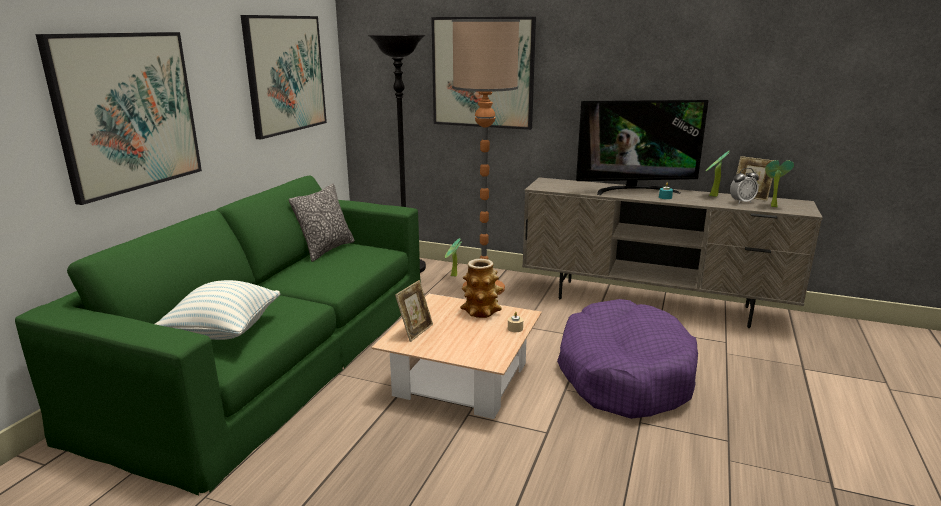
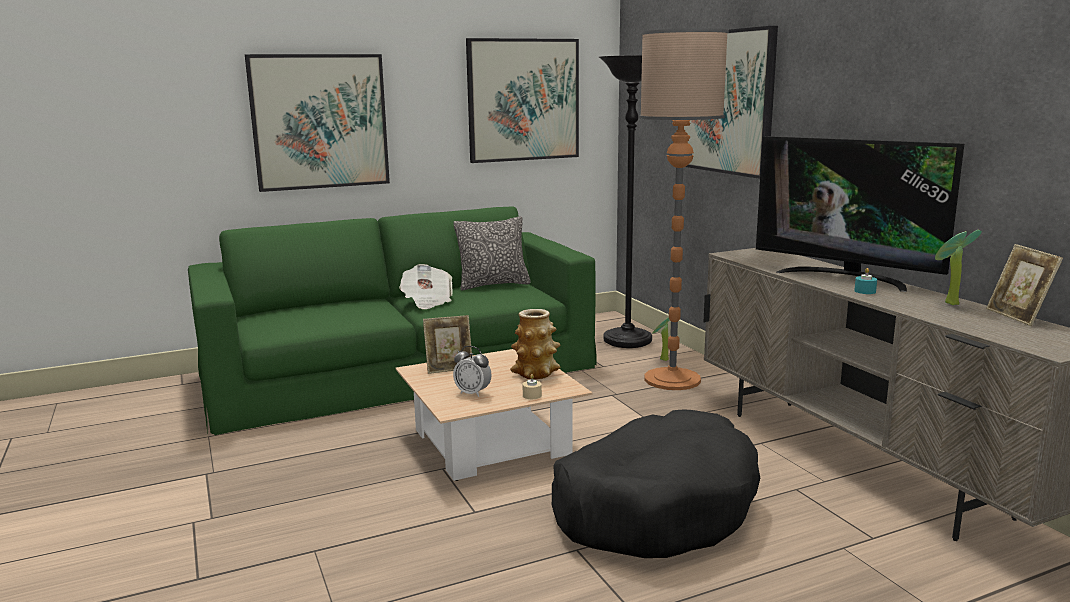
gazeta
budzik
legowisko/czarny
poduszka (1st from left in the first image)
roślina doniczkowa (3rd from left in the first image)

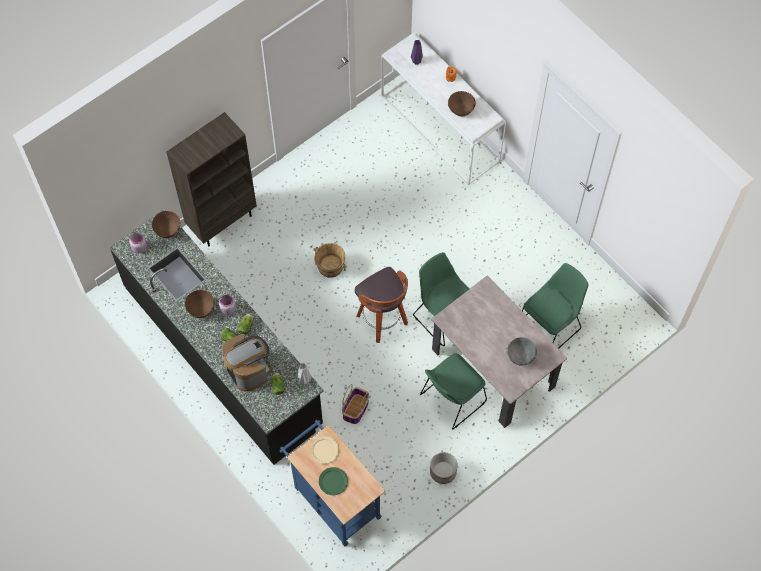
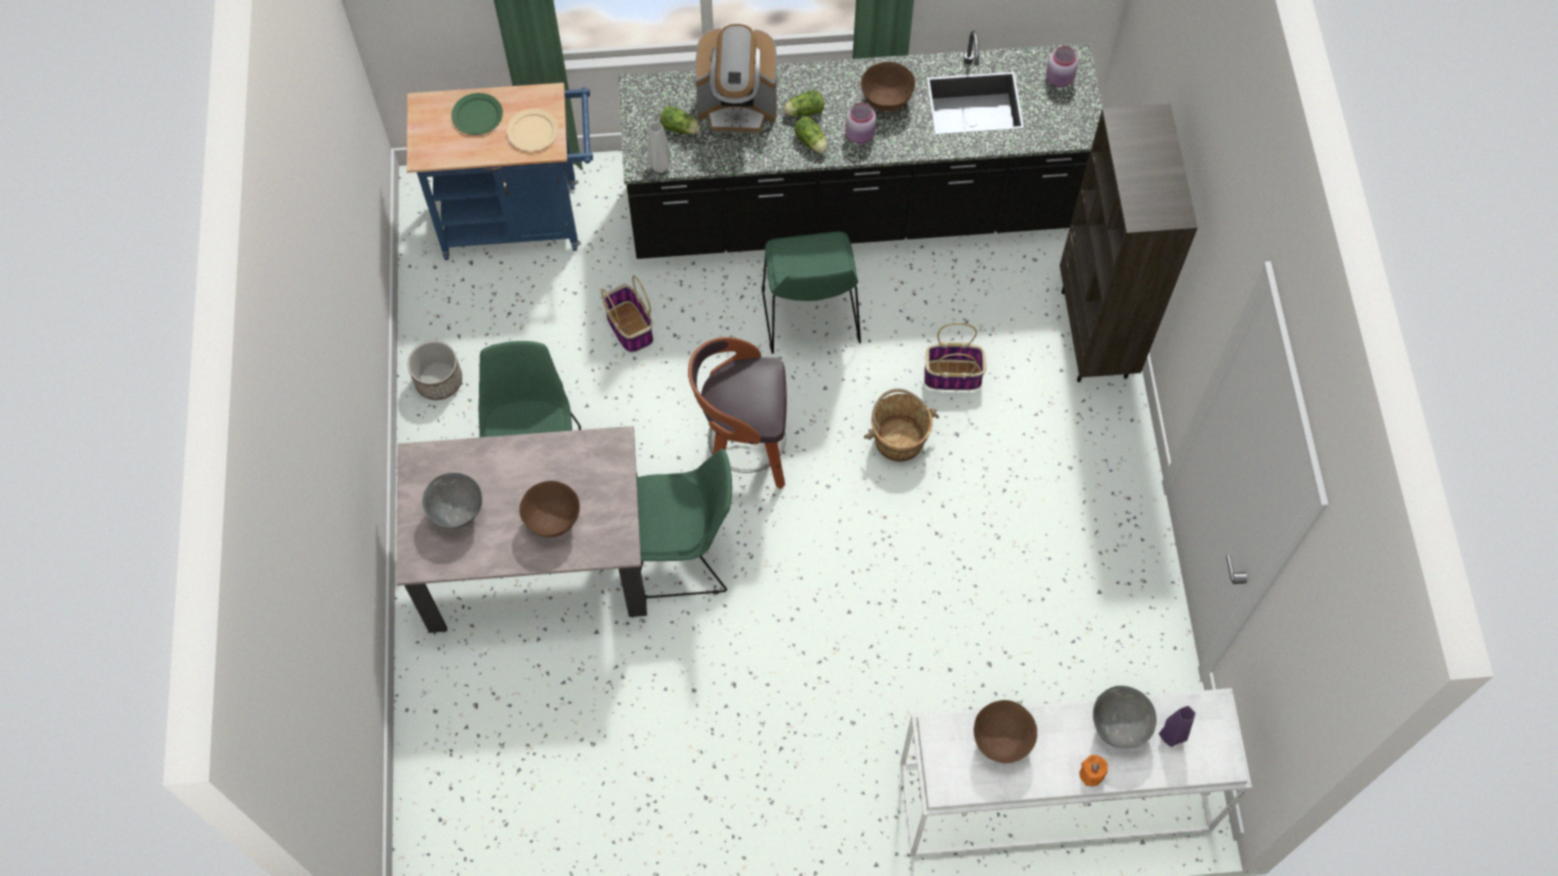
miska/brązowy (1st from left)
krzesło/zielony (3rd from left)
koszyk (2nd from left)
miska/szary (2nd from left)

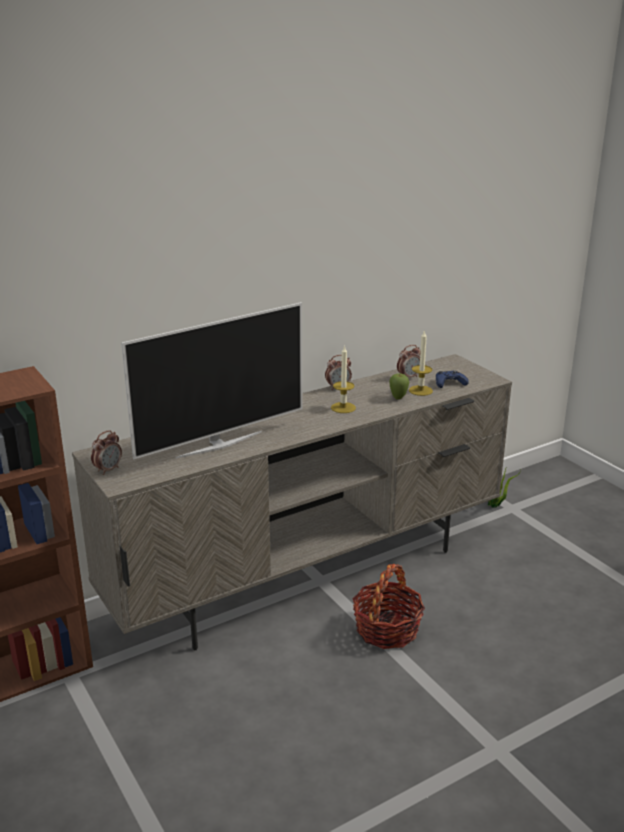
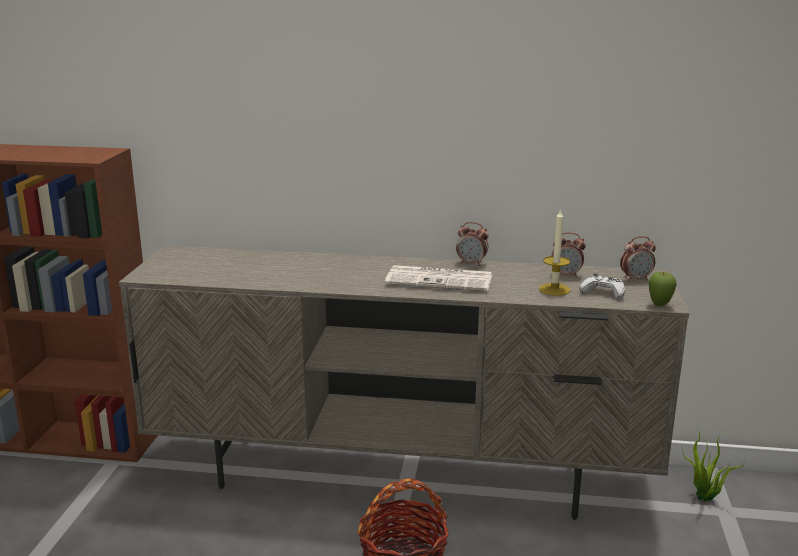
gazeta
pad do gier/biały
budzik (3rd from left)
jabłko
telewizor

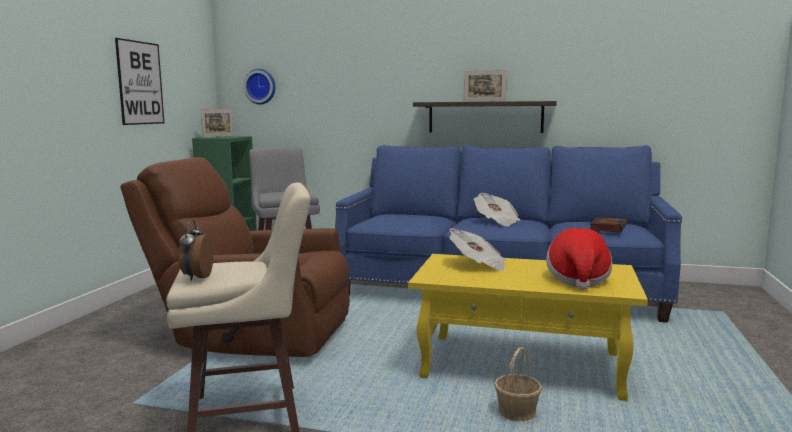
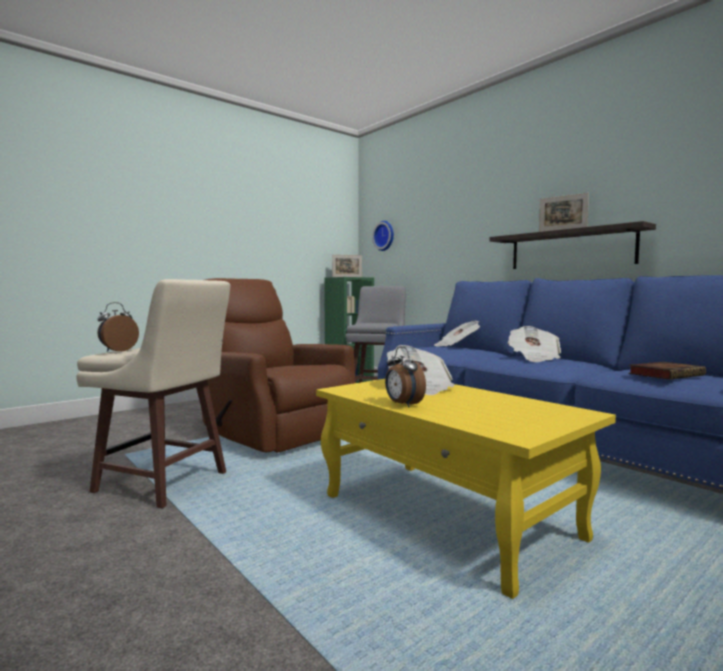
budzik (2nd from left)
gazeta (2nd from left)
obraz
koszyk
kapelusz

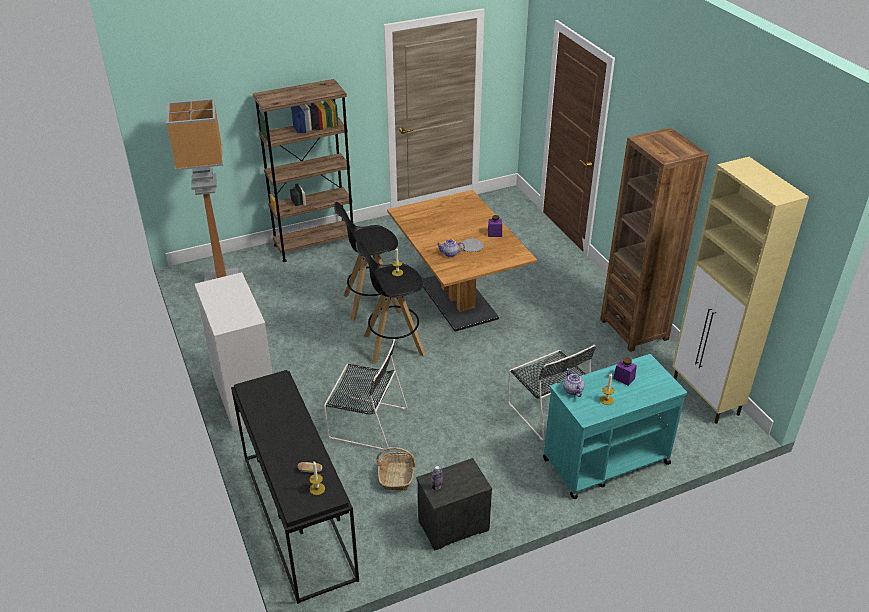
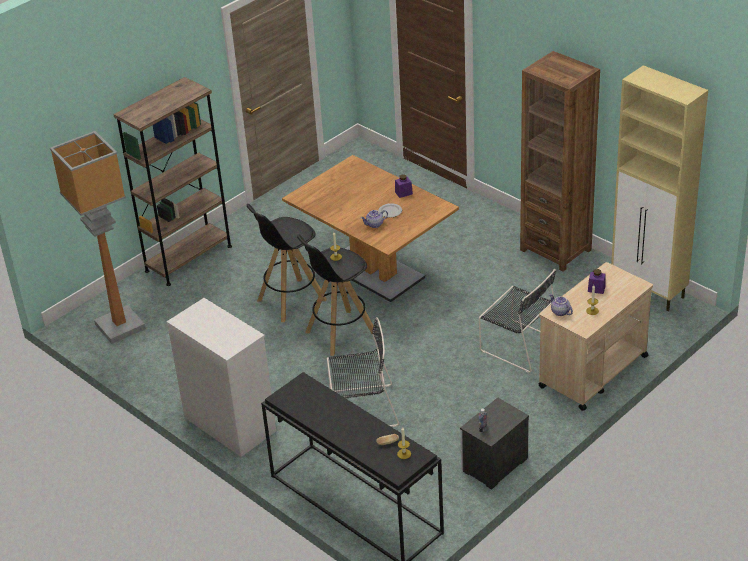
wózek/beżowy
koszyk

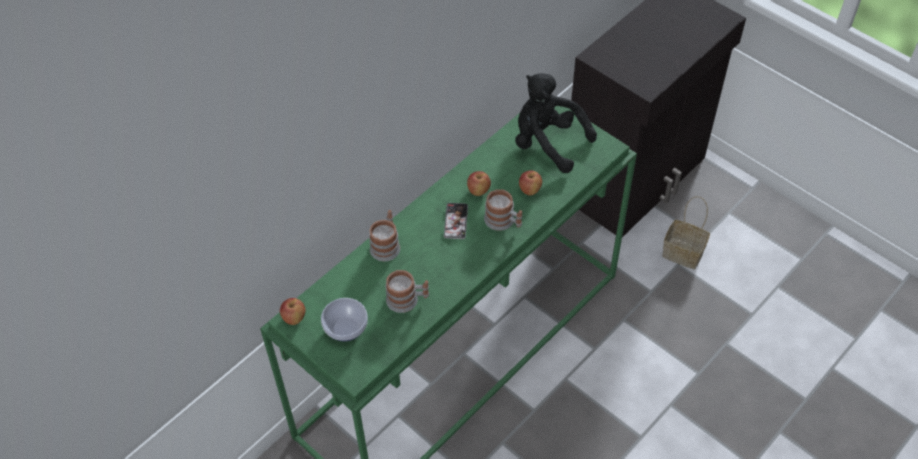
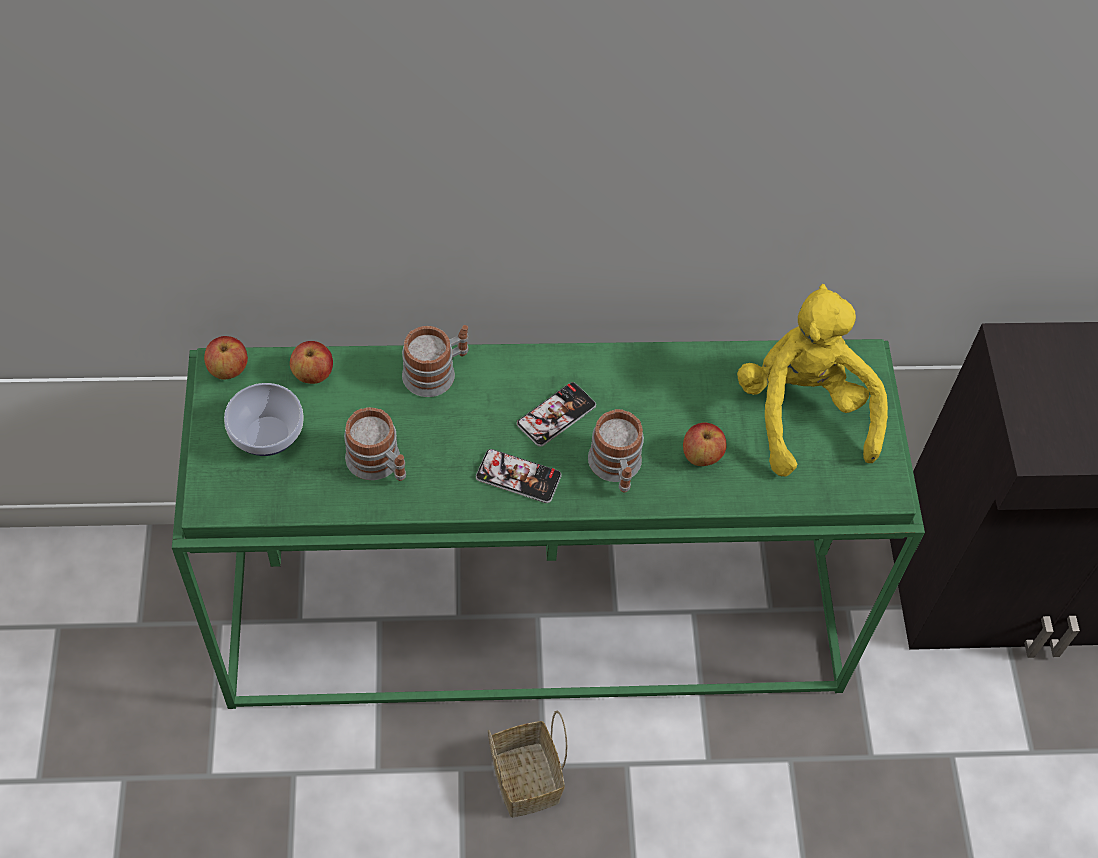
jabłko (2nd from left)
telefon (1st from left)
koszyk
pluszak/żółty

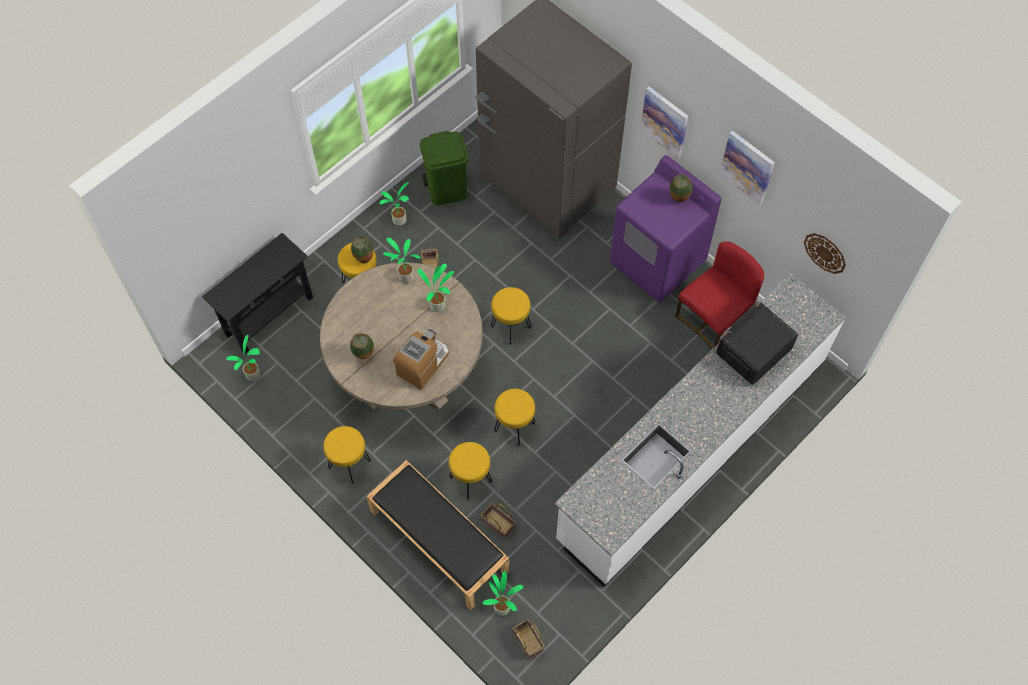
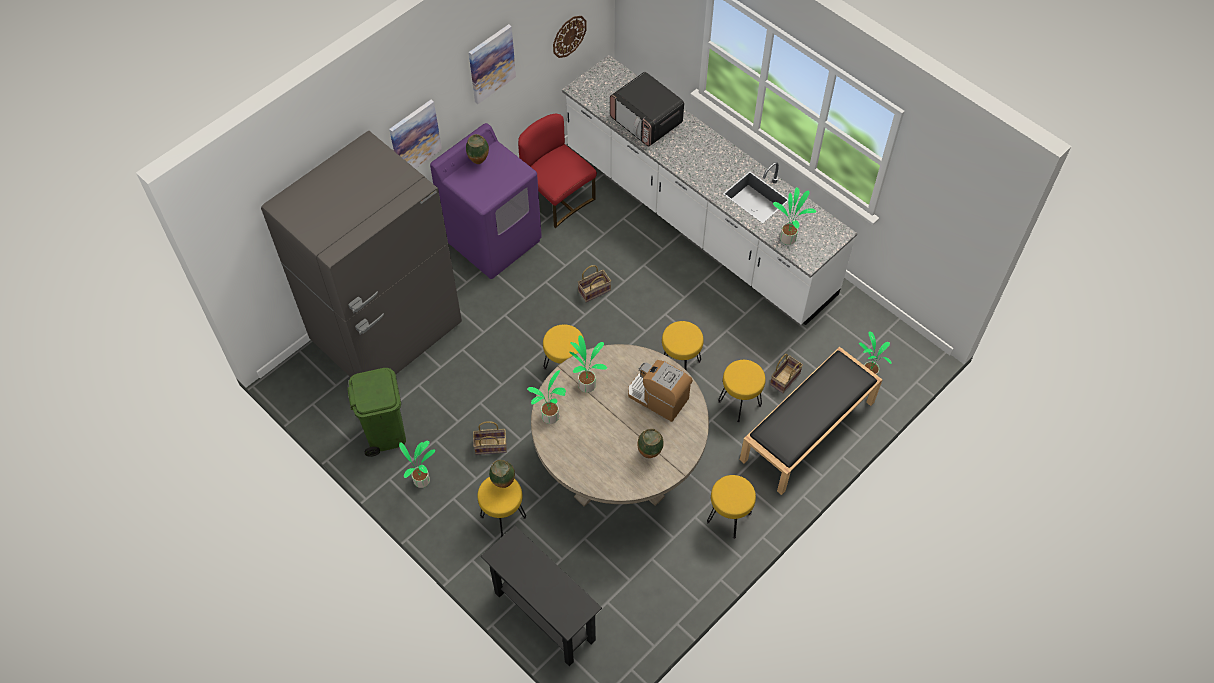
koszyk (2nd from left)
roślina doniczkowa (4th from left)

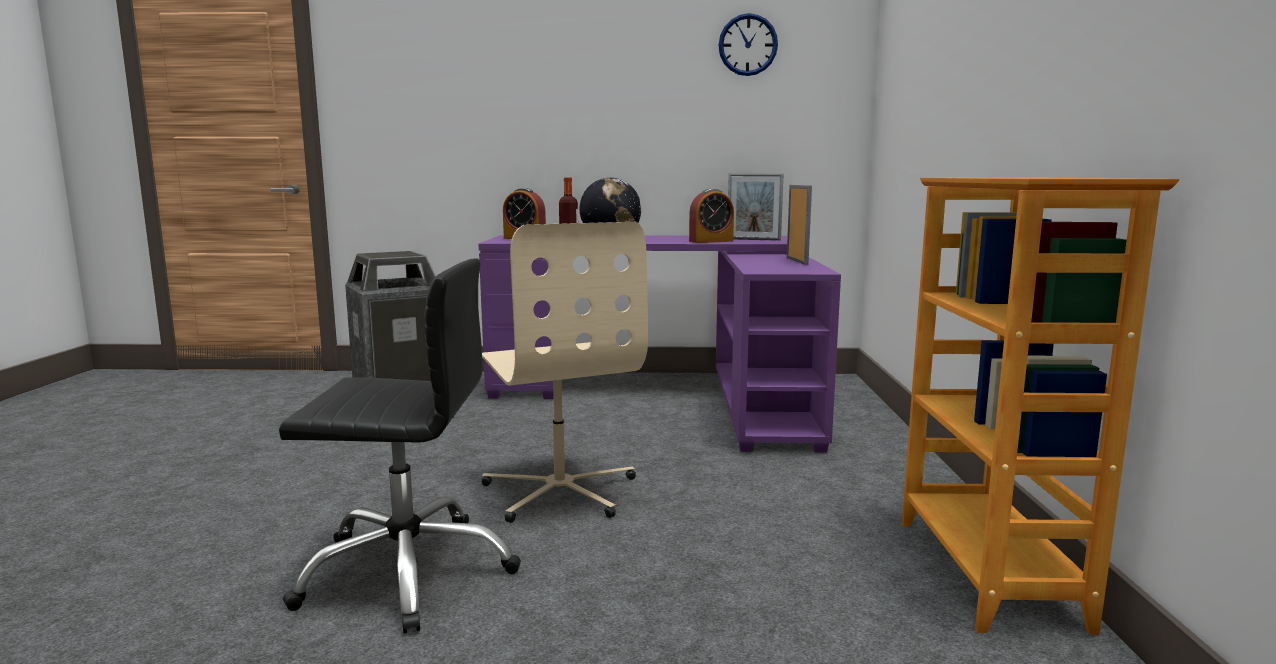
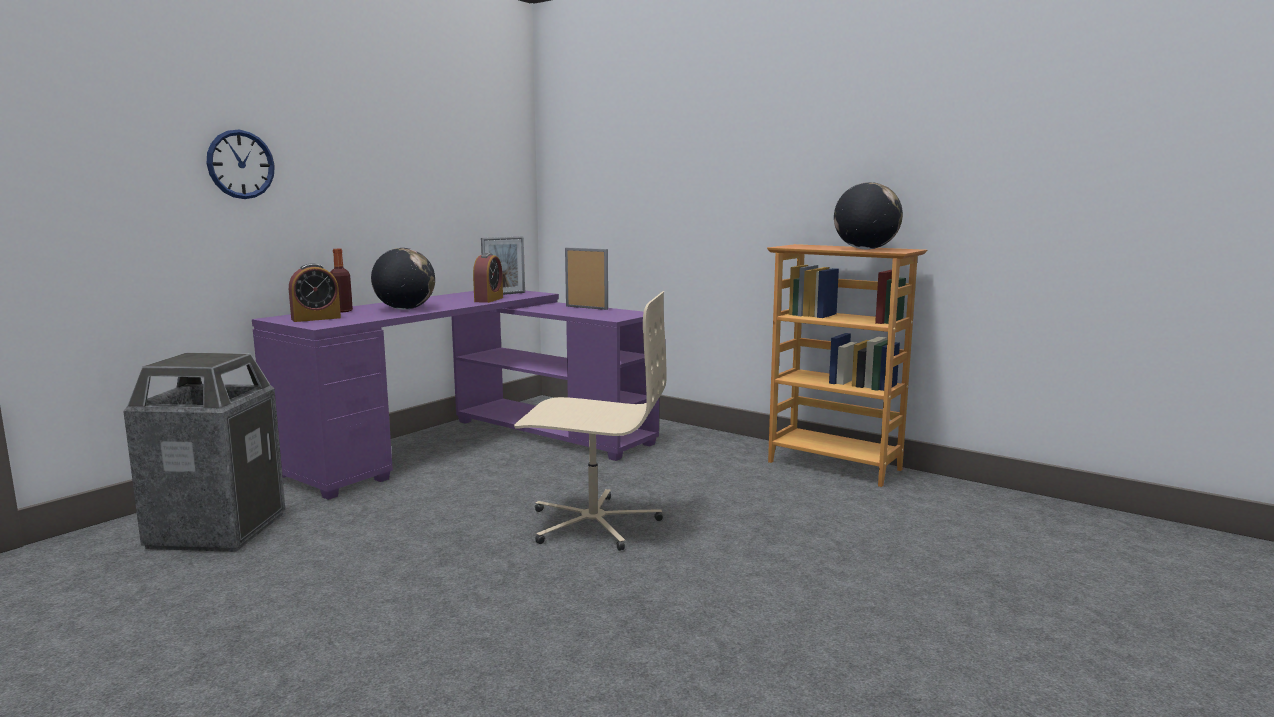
zegar ścienny
globus (2nd from left)
krzesło biurowe/czarny

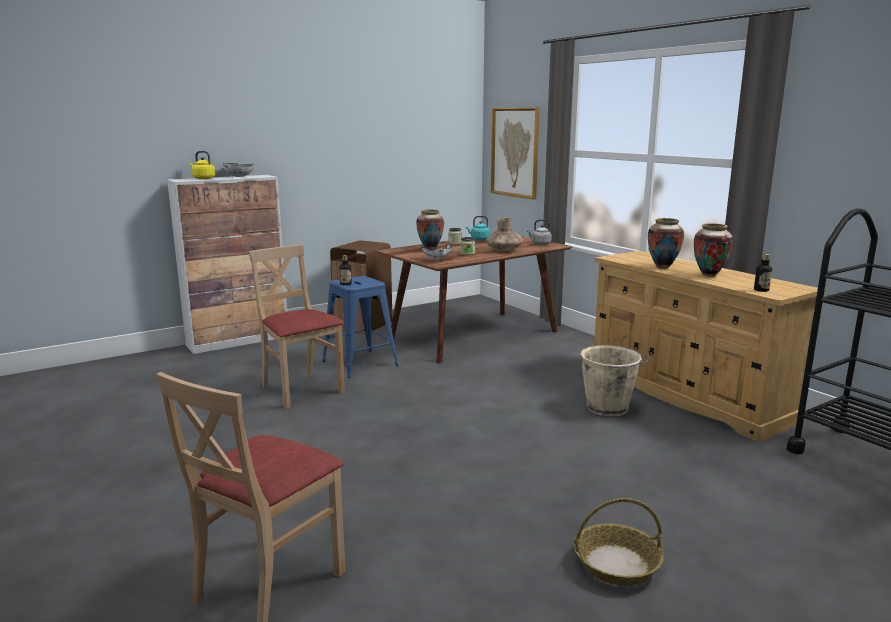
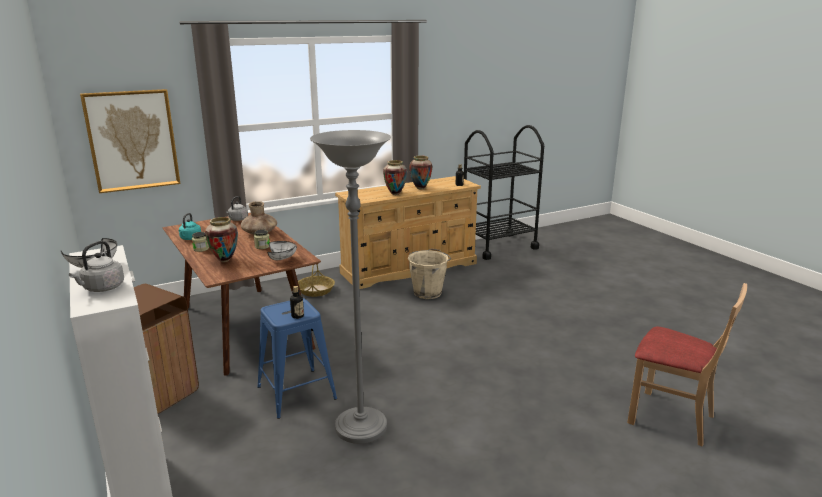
czajnik/szary (1st from left)
koszyk
lampa stojąca/szary

